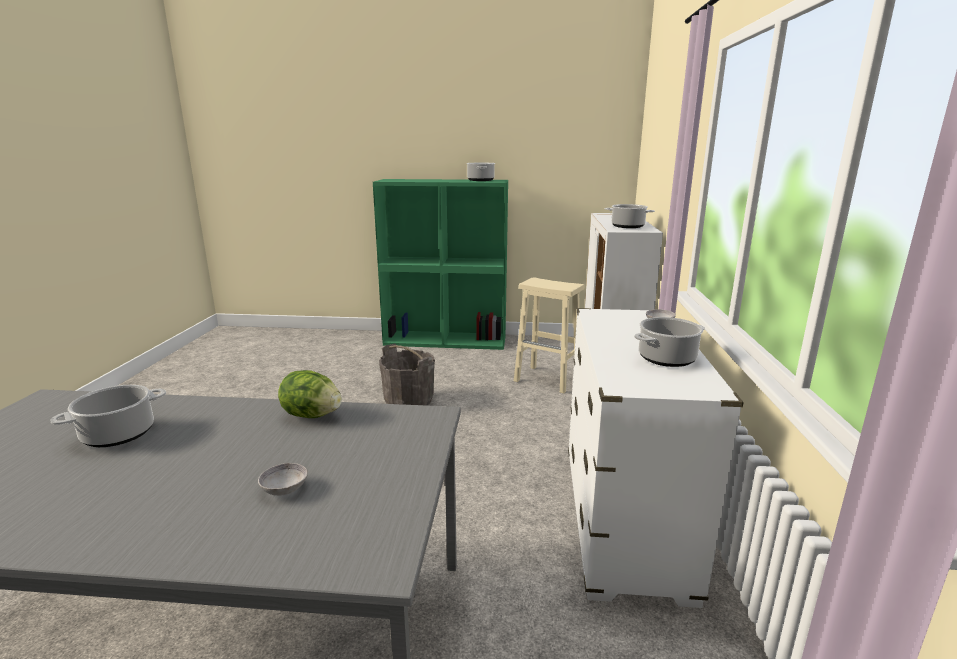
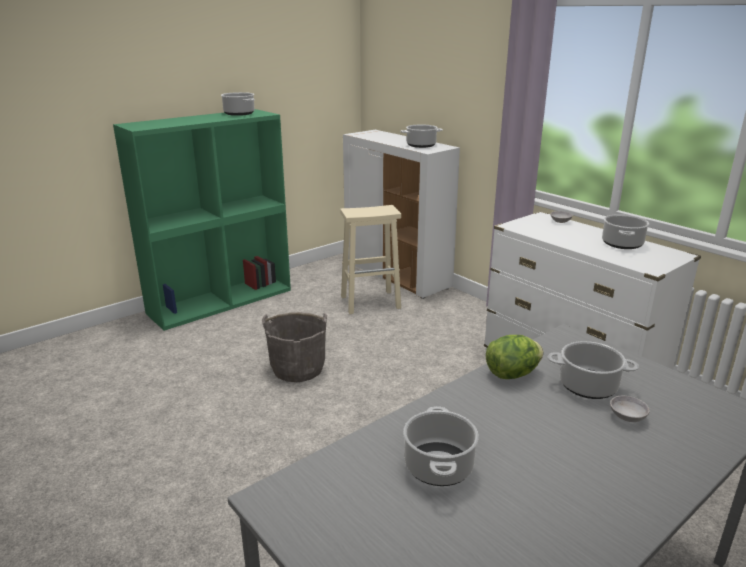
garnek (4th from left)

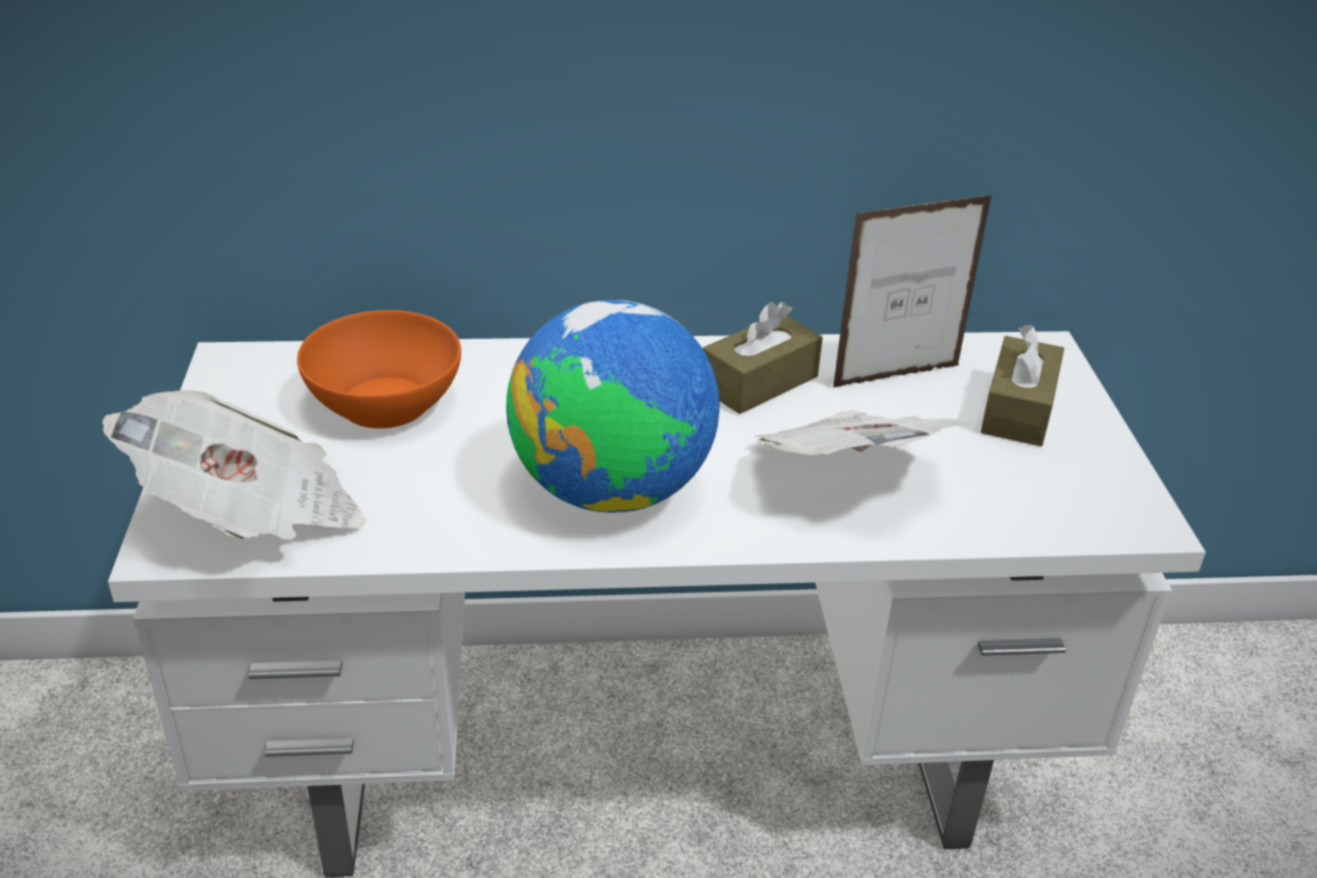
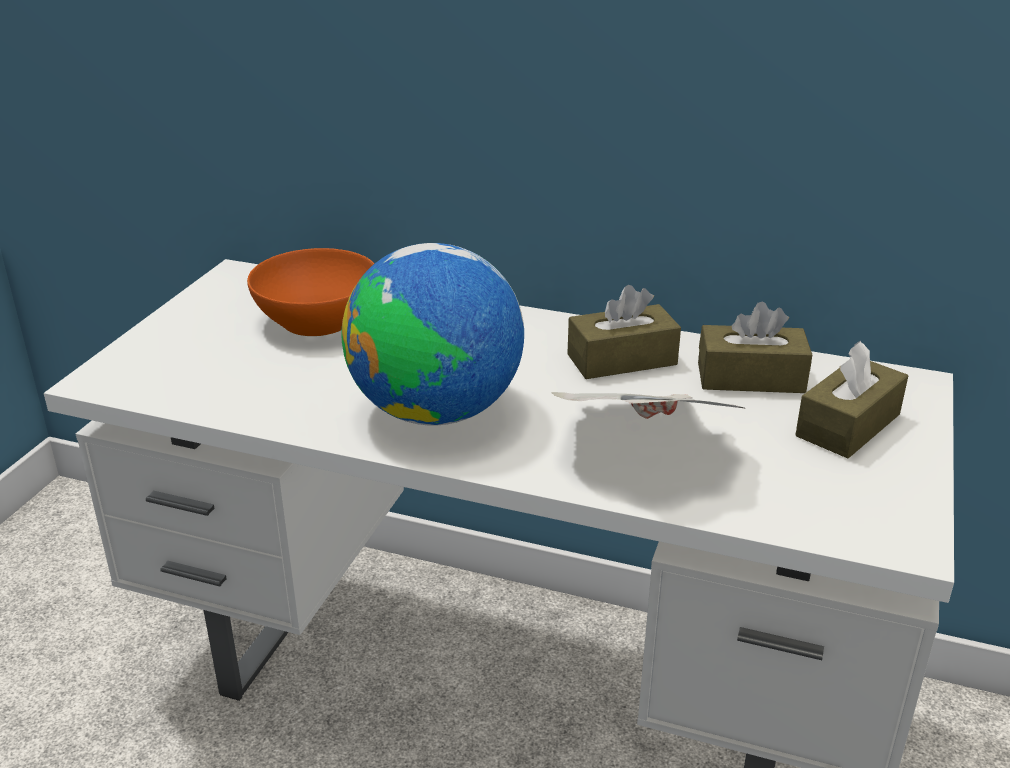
pudełko chusteczek/brązowy (2nd from left)
gazeta (1st from left in the first image)

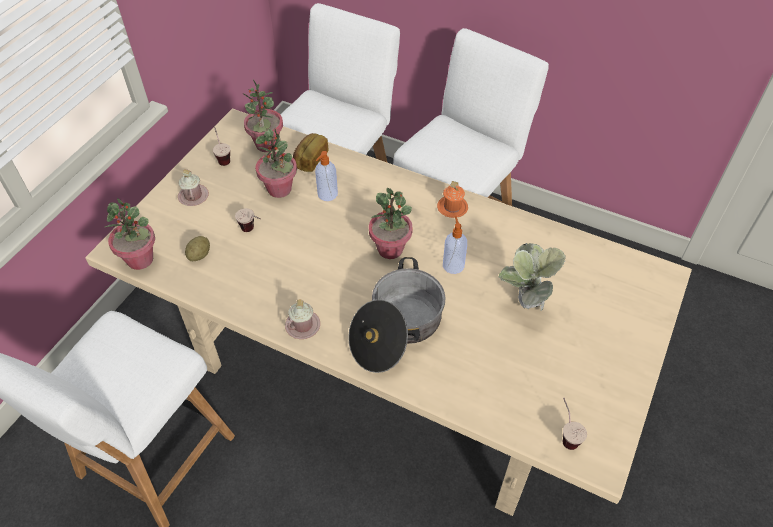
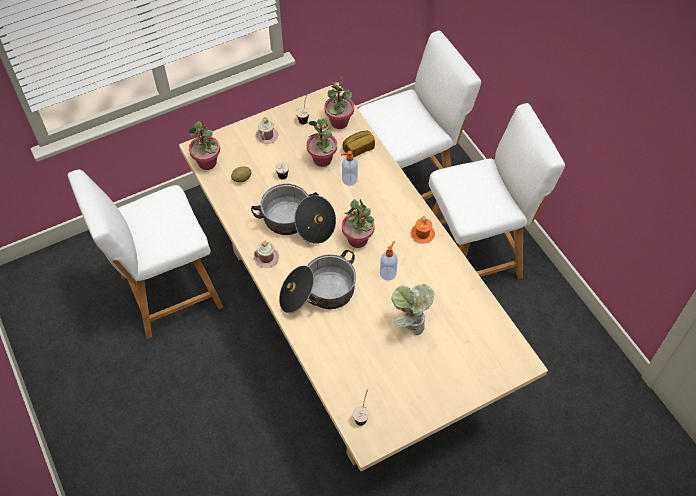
garnek (1st from left)

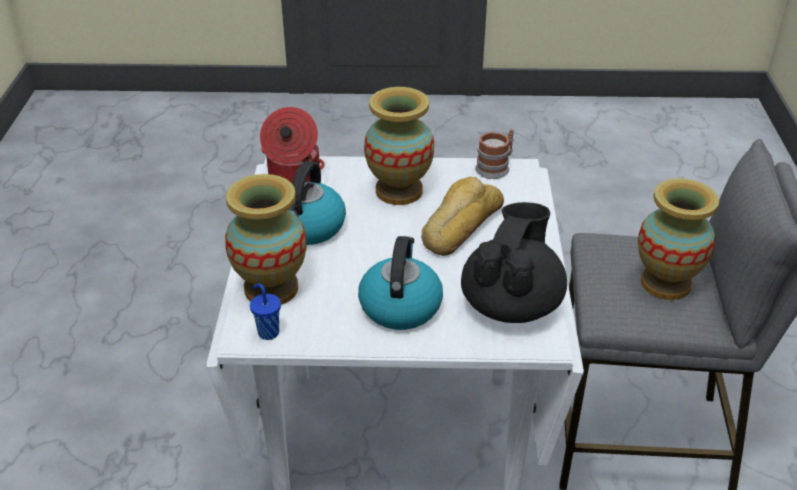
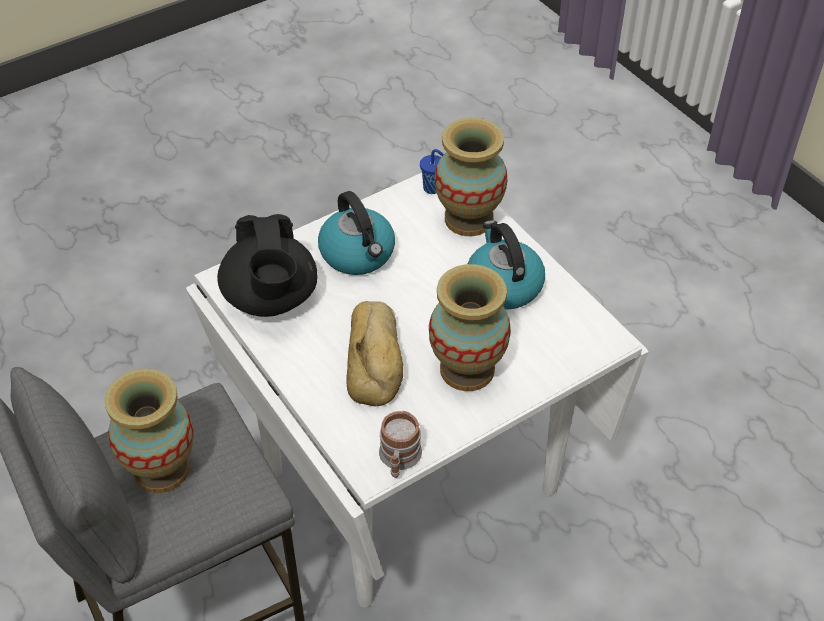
garnek

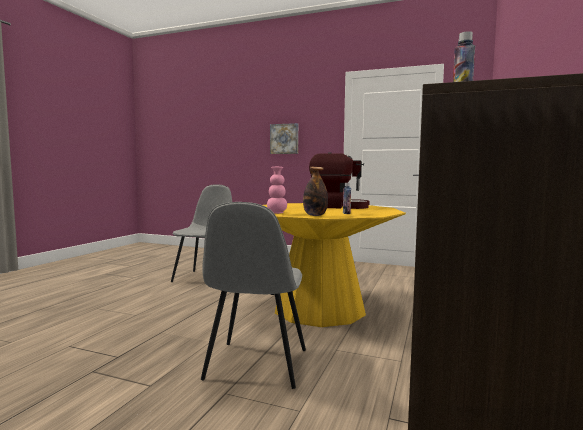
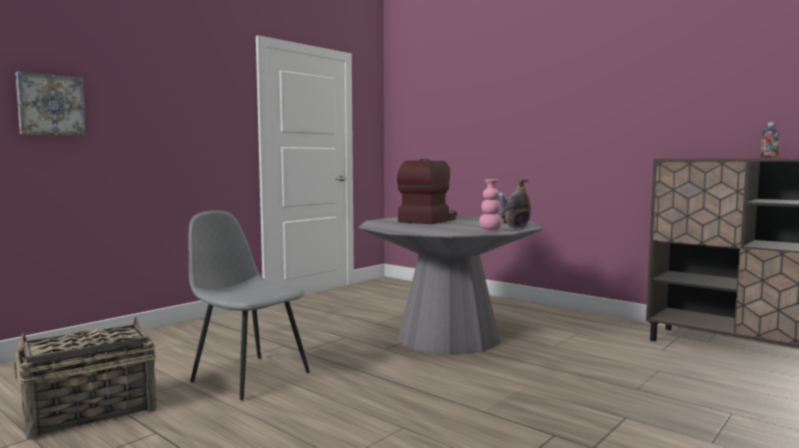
koszyk
obraz
stół jadalny/szary
krzesło/szary (2nd from left in the first image)

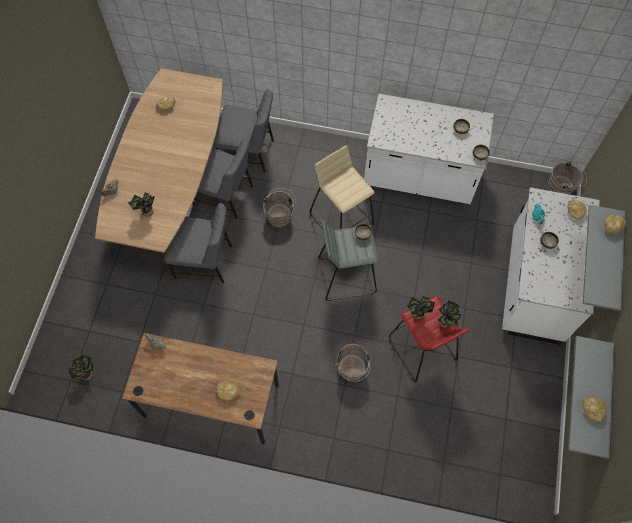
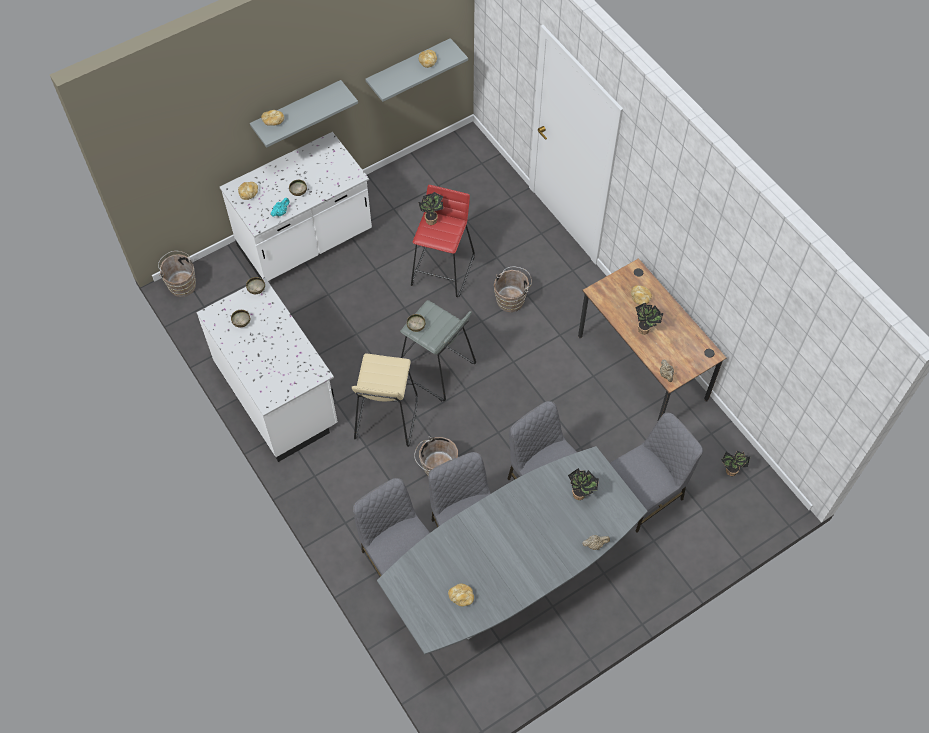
stół jadalny/szary
krzesło/szary (4th from left)
roślina doniczkowa (3rd from left)

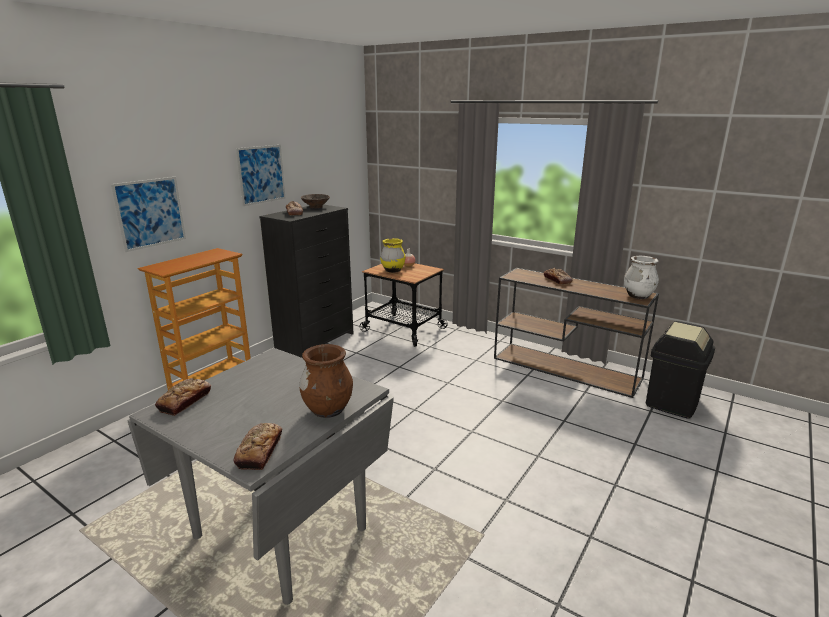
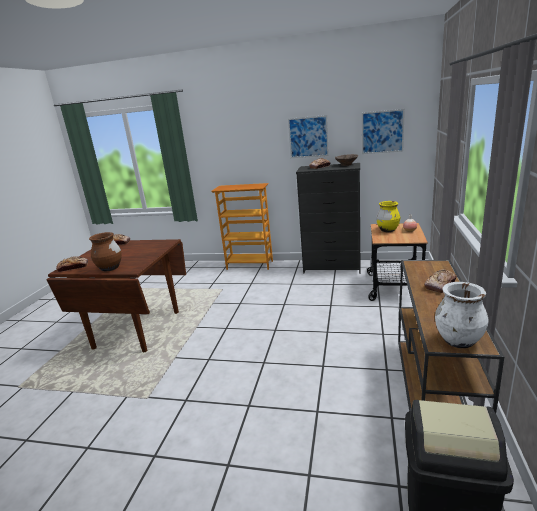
stół jadalny/brązowy
obraz (2nd from left)

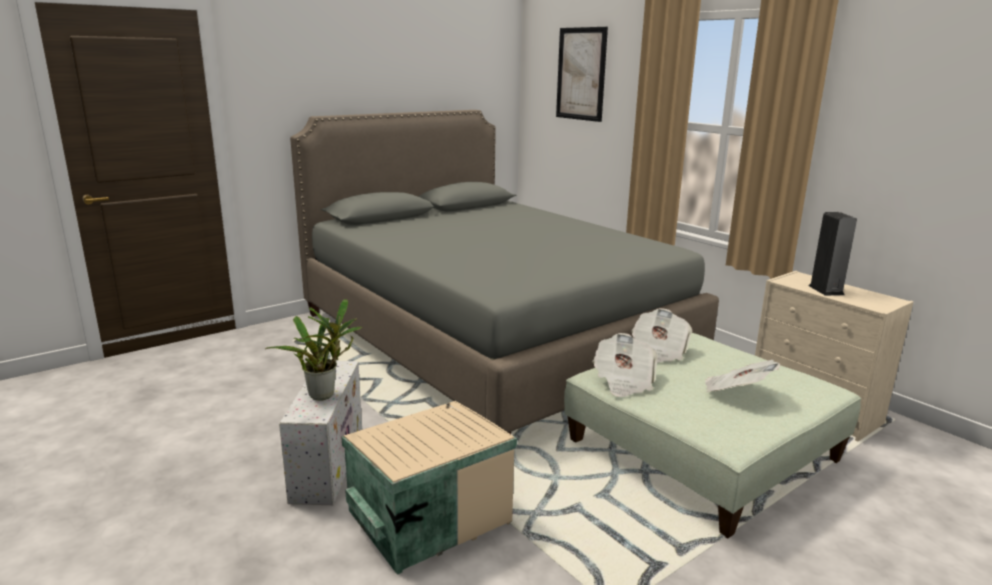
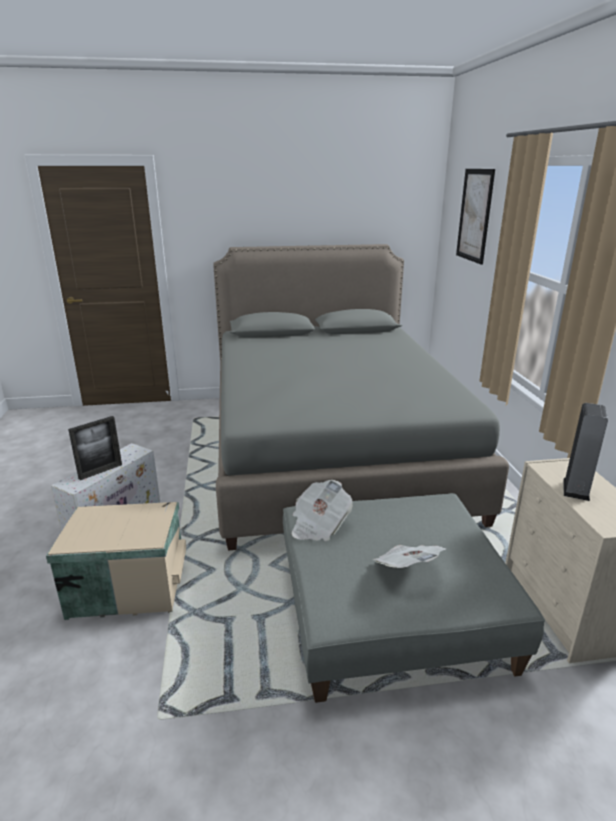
ramka na zdjęcie
pufa/szary
gazeta (2nd from left in the first image)

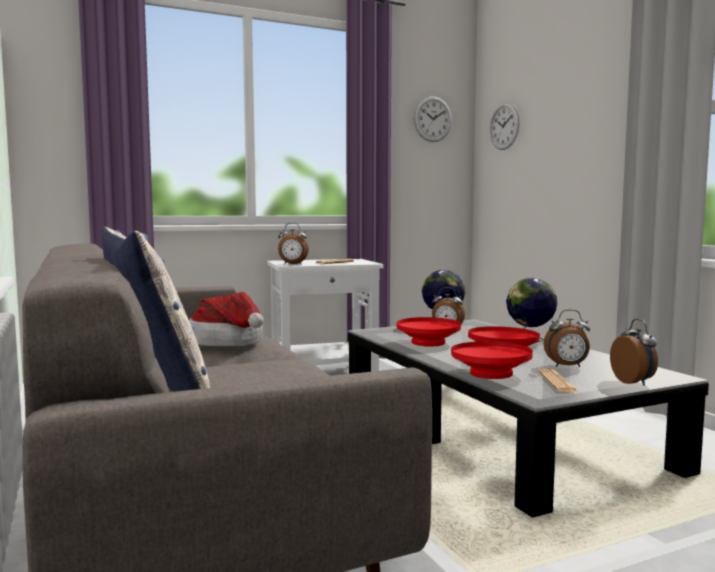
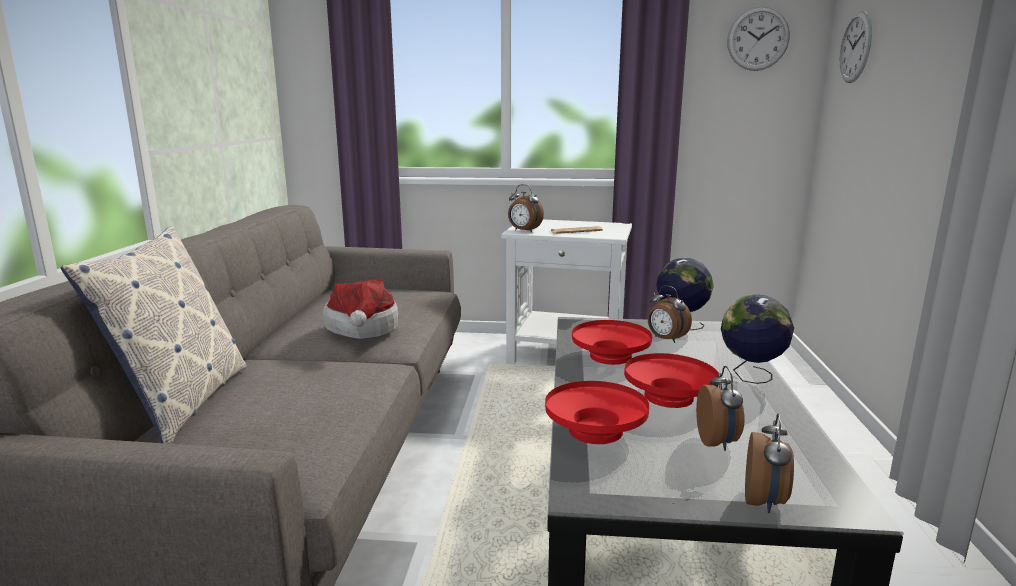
budzik (3rd from left)
gazeta (2nd from left in the first image)

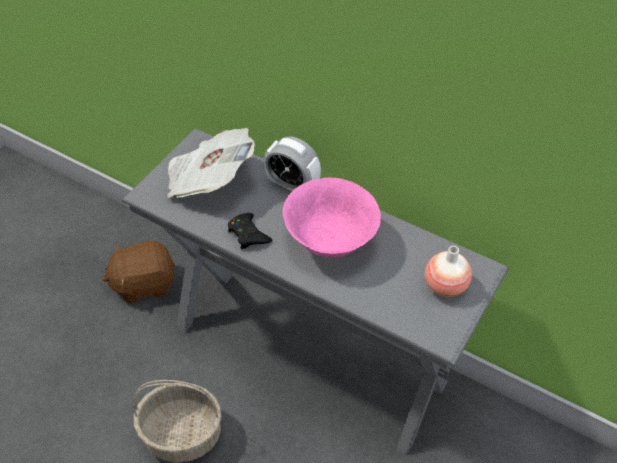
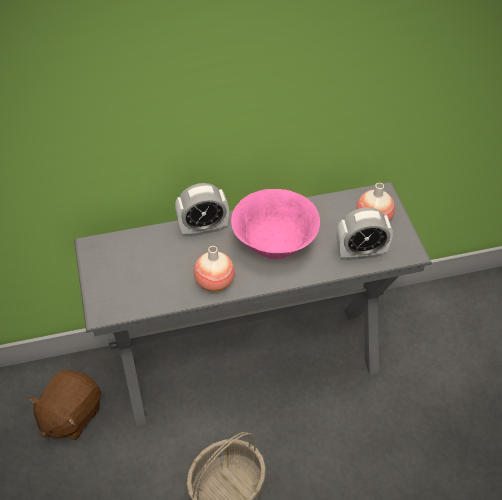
wazon (1st from left)
budzik (2nd from left)
gazeta

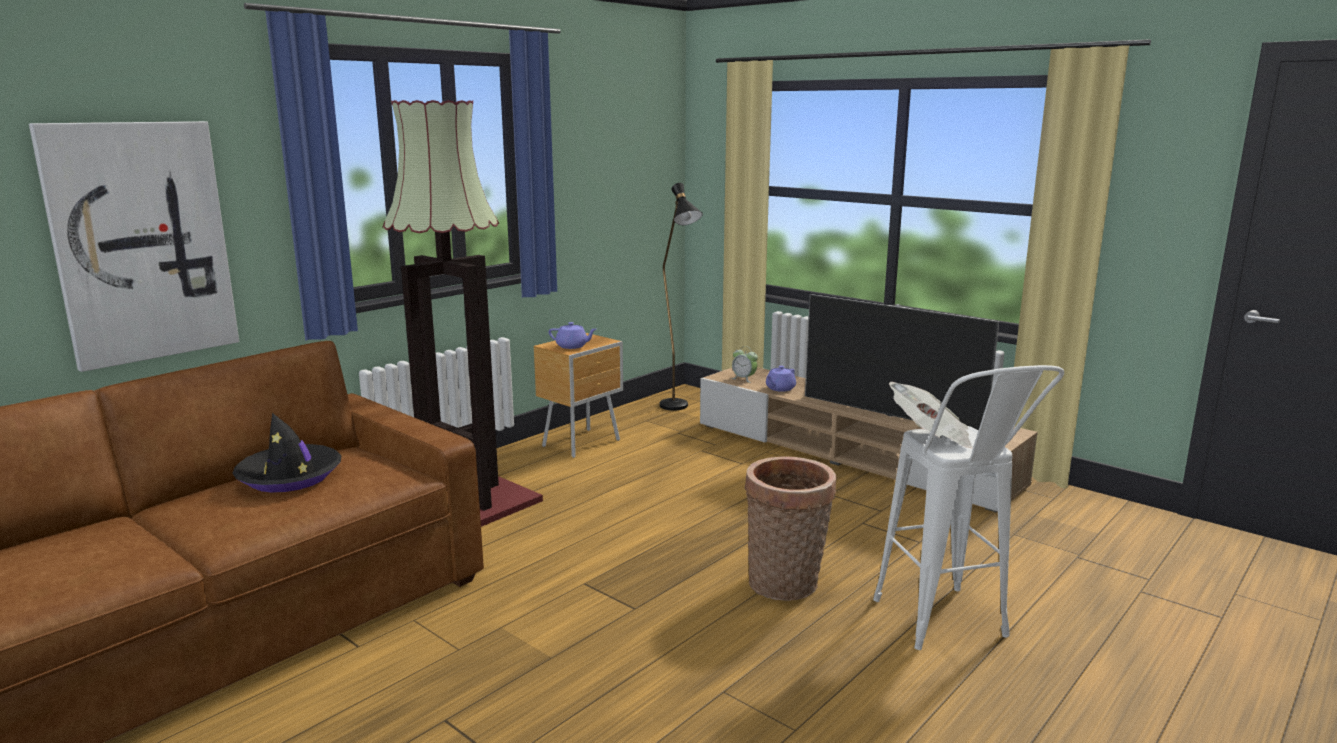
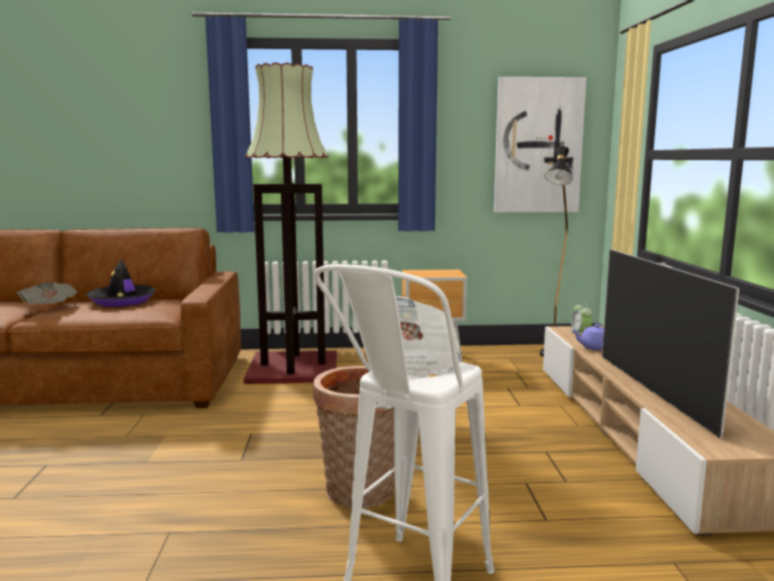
gazeta (1st from left)
obraz
imbryk/fioletowy (1st from left in the first image)

